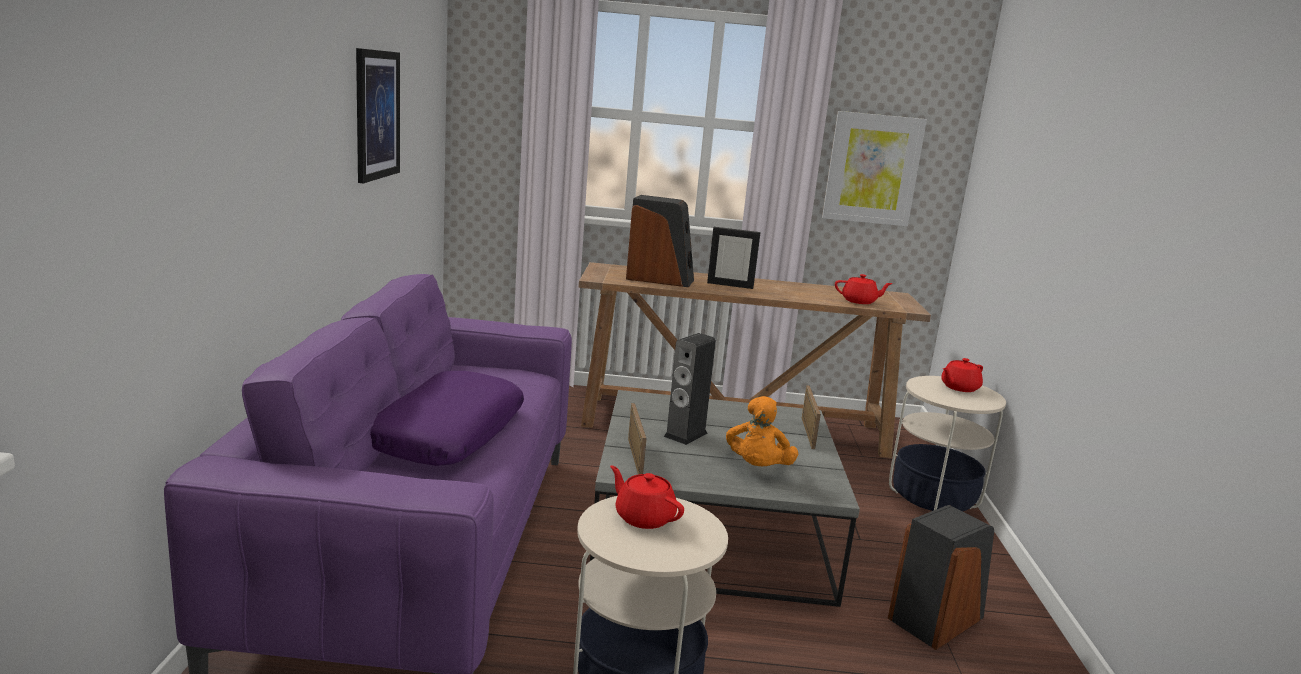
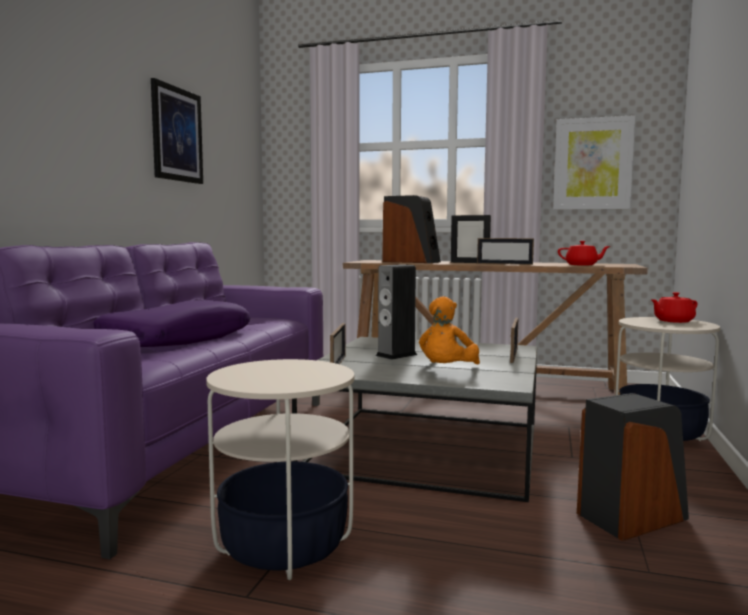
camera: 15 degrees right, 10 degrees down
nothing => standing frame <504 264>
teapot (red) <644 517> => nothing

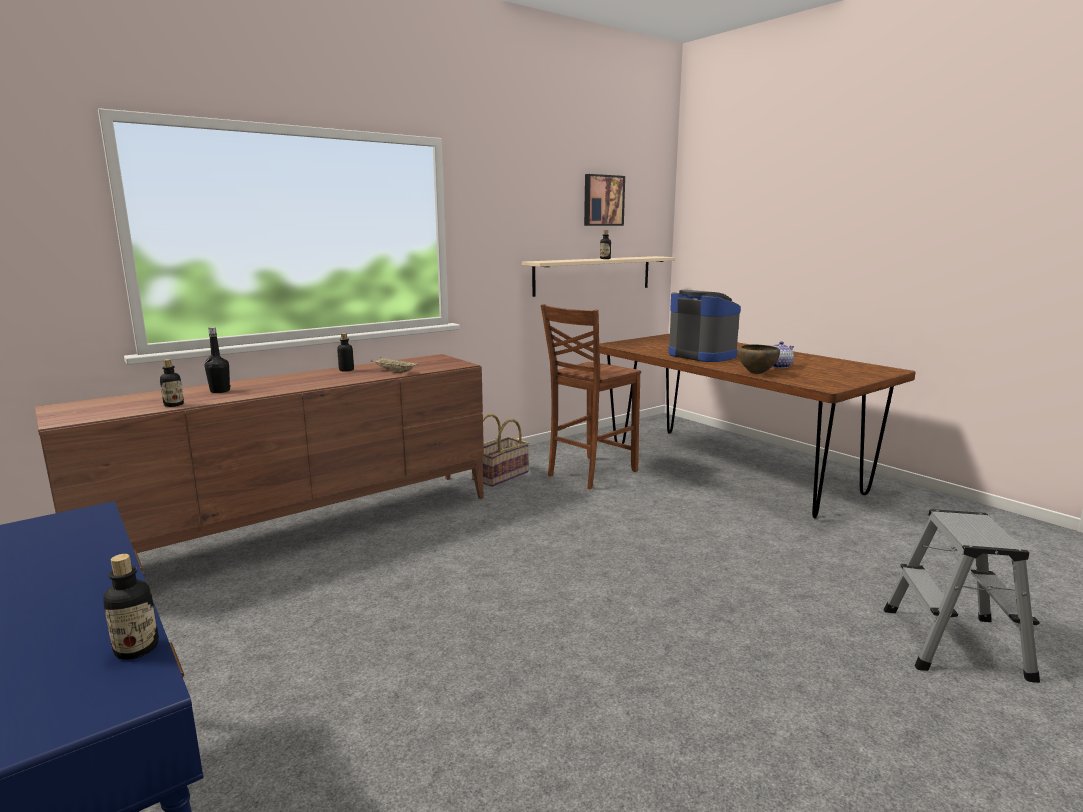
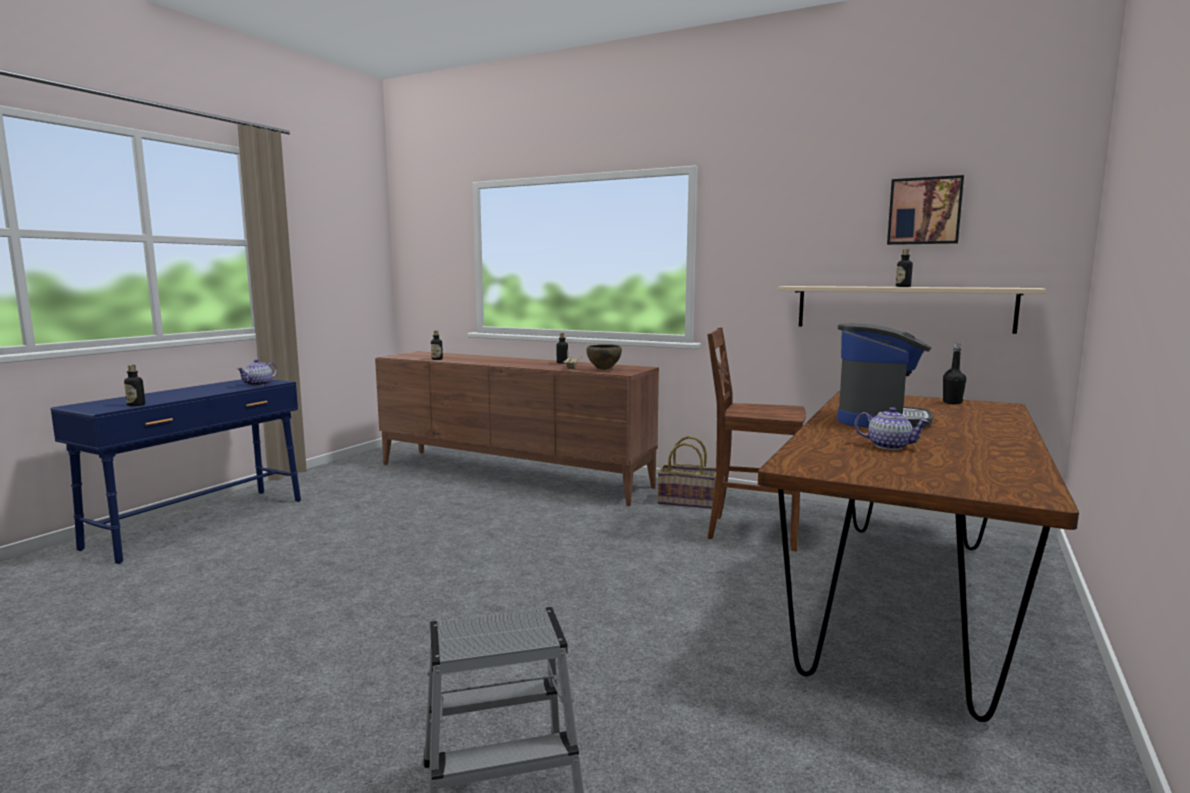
camera: 65 degrees right, 5 degrees down
nothing => teapot <258 384>
bowl (brownish) <756 373> => bowl (brownish) <603 369>, relocated
drink bottle (black) <220 391> => drink bottle (black) <952 403>, relocated

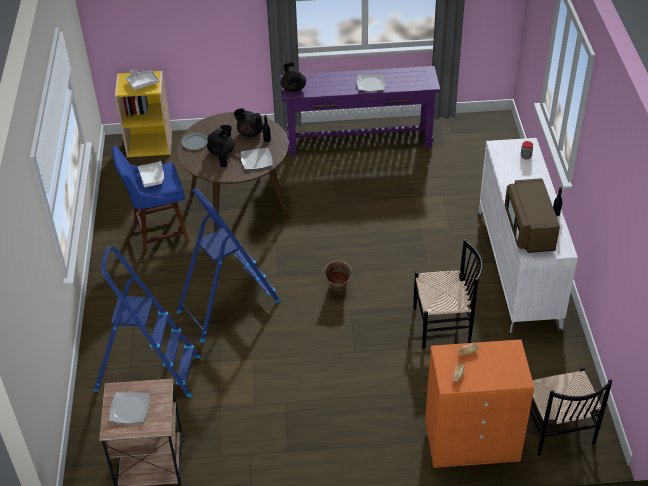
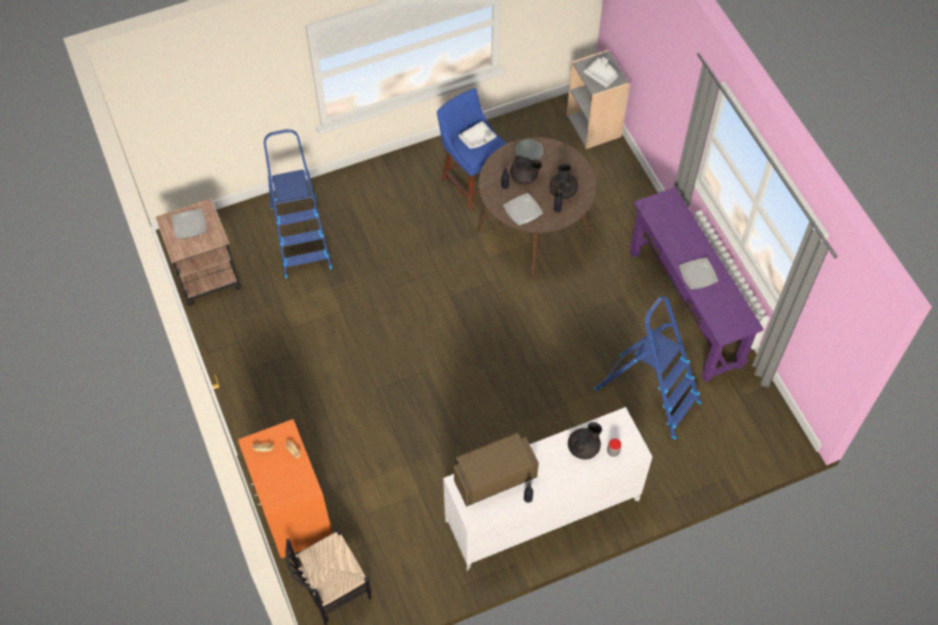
camera: 70 degrees right, 15 degrees up
bookcase (yellow-coloured) <150 144> => bookcase (greyish) <594 126>
teapot (black) <293 88> => teapot (black) <583 447>, relocated
step stool (blue) <229 306> => step stool (blue) <648 396>, relocated
water bucket (greenish) <337 290> => nothing
upright chair (black) <444 326> => nothing

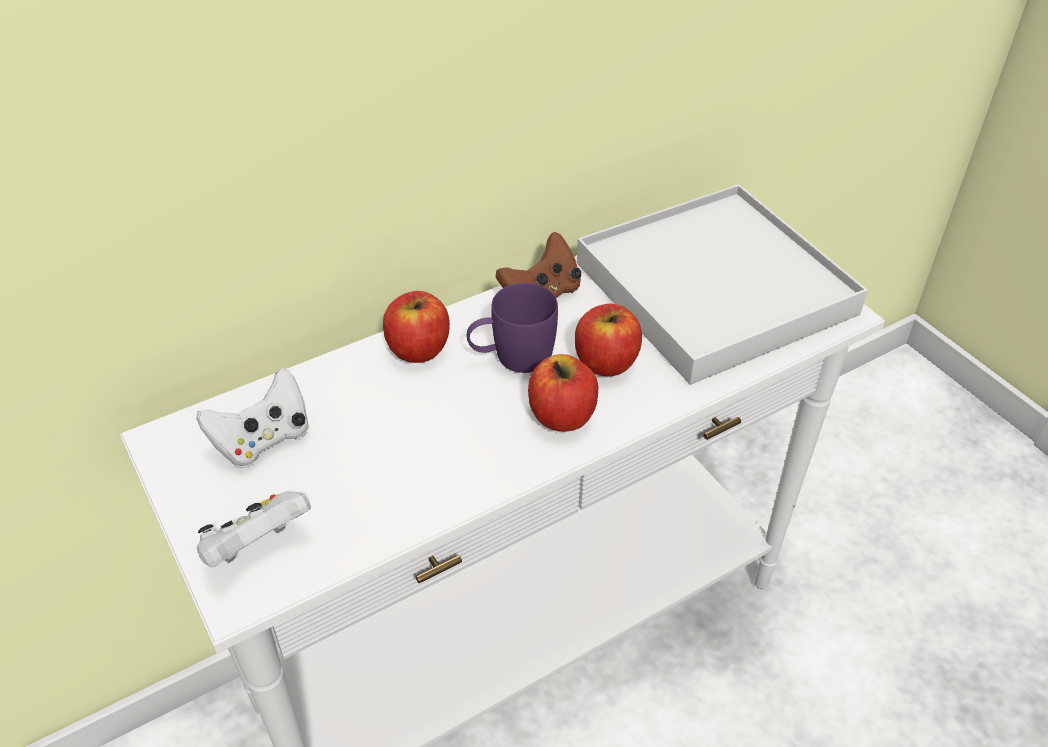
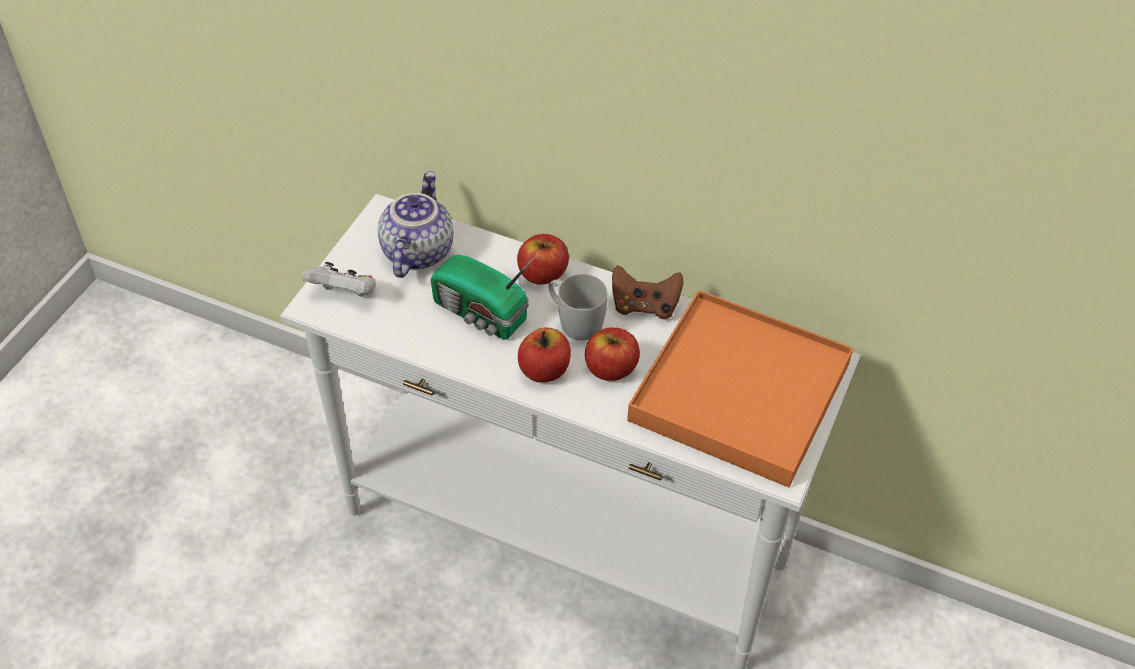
camera: 55 degrees right, 5 degrees up
game controller (white-coloured) <263 440> => teapot <416 251>
nothing => radio receiver <481 314>
mug (purplish) <512 357> => mug (white-coloured) <574 321>
carrying tray (white-coloured) <715 288> => carrying tray (orangey) <740 393>

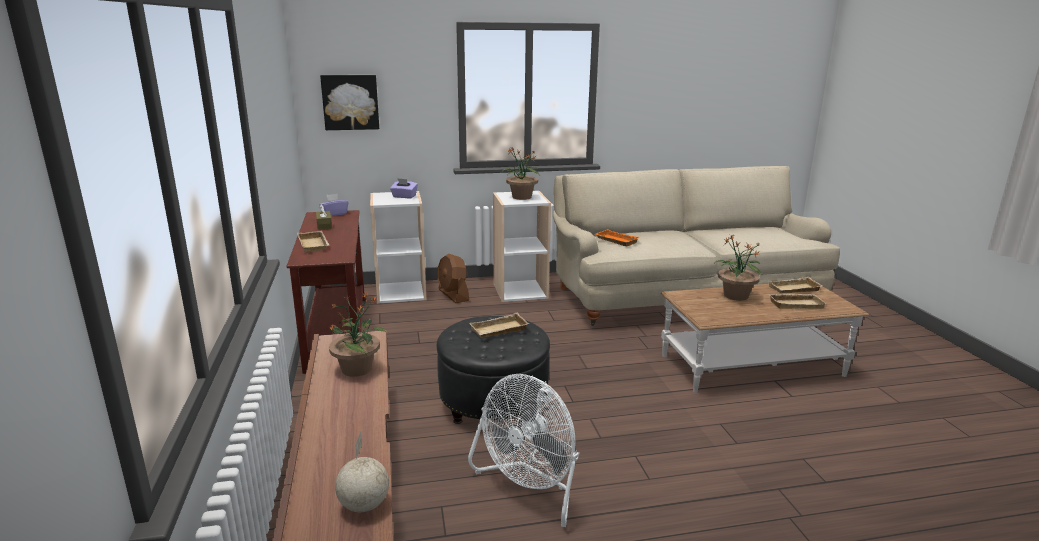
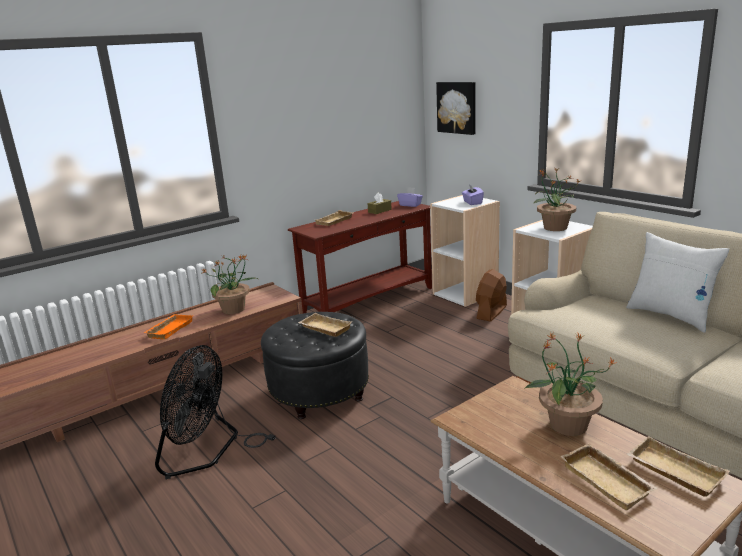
camera: 65 degrees right, 0 degrees up
carrying tray (orangey) <615 241> => carrying tray (orangey) <169 329>, relocated
electric fan (white-coloured) <530 484> => electric fan (black) <214 446>
nothing => cushion (greyish) <669 316>
world globe <363 506> => nothing

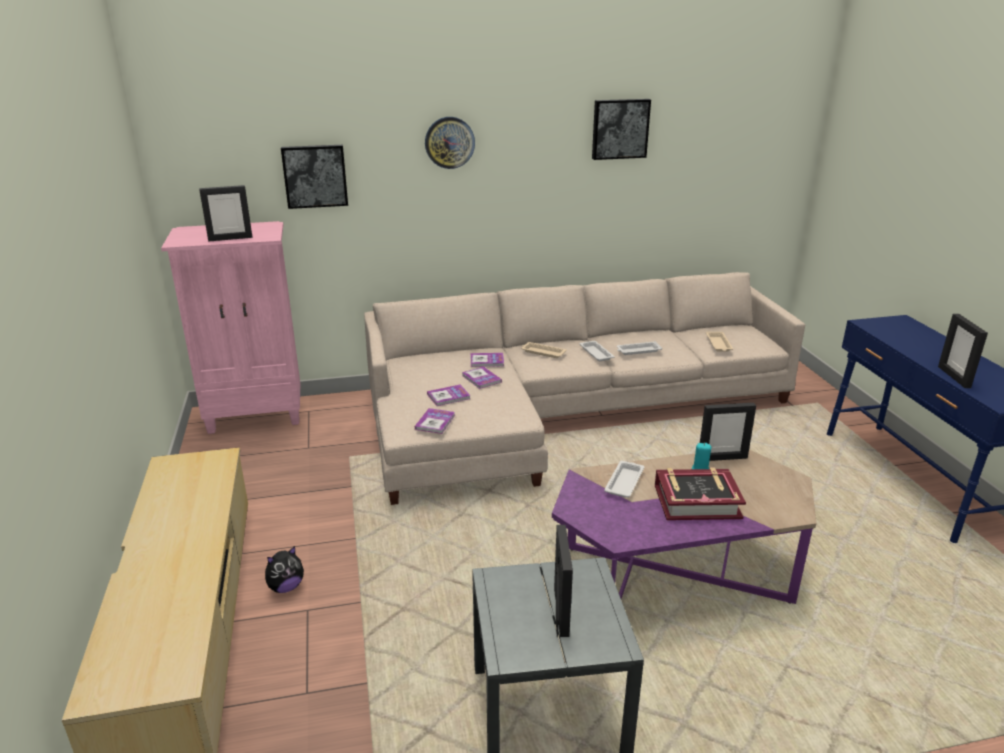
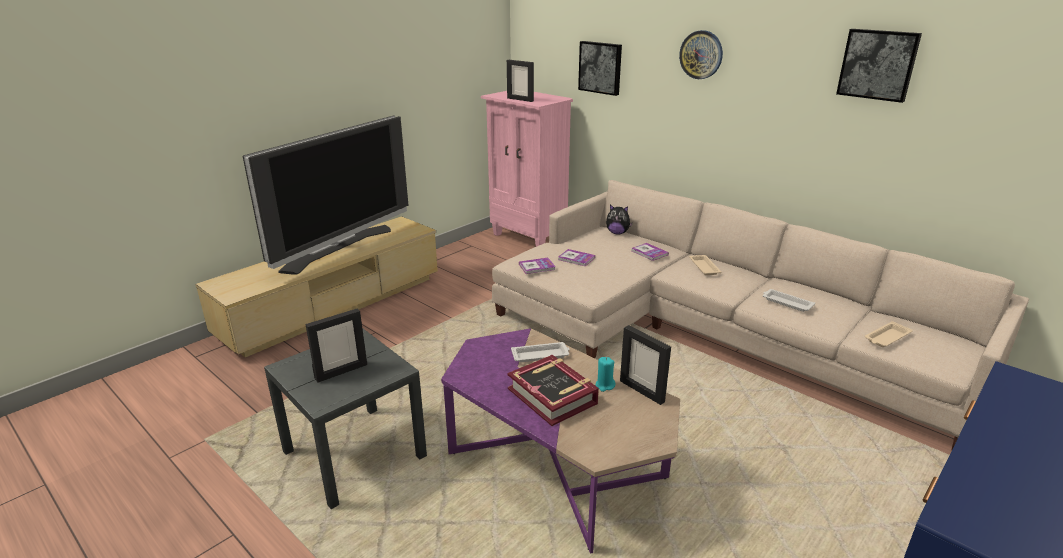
camera: 55 degrees right, 0 degrees up
nothing => TV <339 248>
soft toy <286 587> => soft toy <617 233>, relocated
book <481 379> => nothing
carrying tray (white-coloured) <595 353> => nothing
standing frame <955 377> => nothing

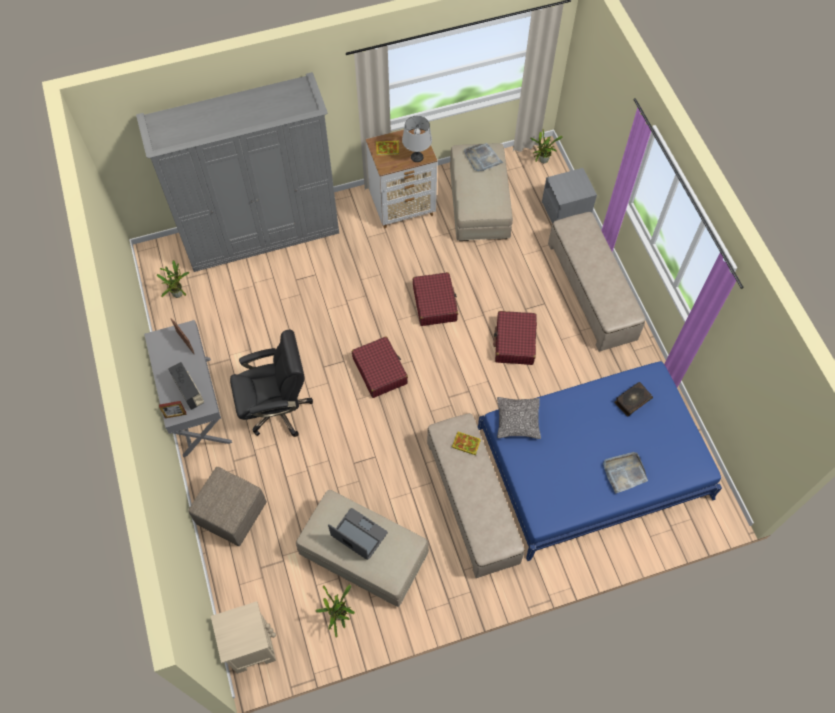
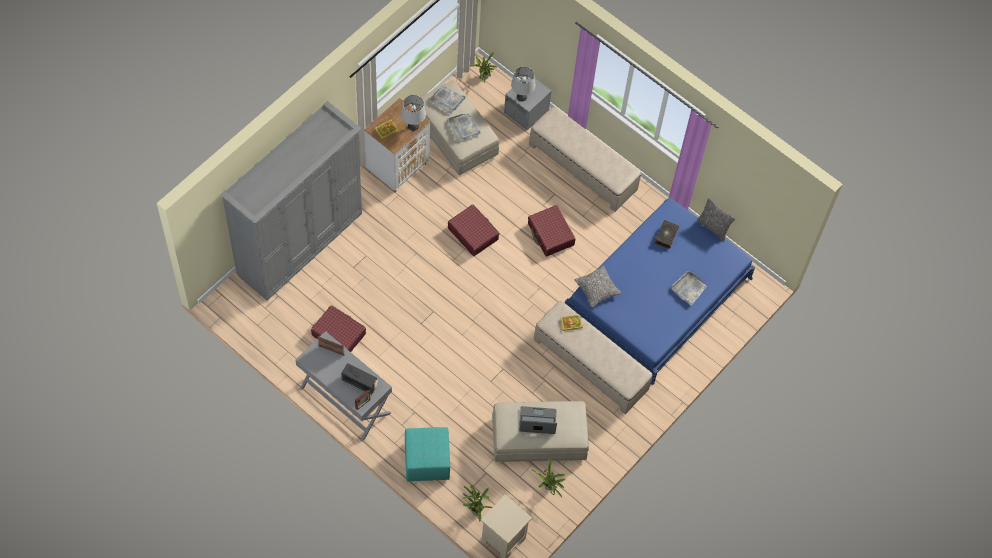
camera: 35 degrees left, 0 degrees up
suitcase (red) <380 371> => suitcase (red) <338 334>, relocated
footrest (beige) <232 514> => footrest (turquoise) <427 462>
nothing => carrying tray (greyish) <463 128>
plant in a pot <178 293> => plant in a pot <476 510>, relocated
nothing => tabletop lamp (greyish) <522 96>
nothing => cushion <713 227>
computer chair (black) <277 410> => nothing

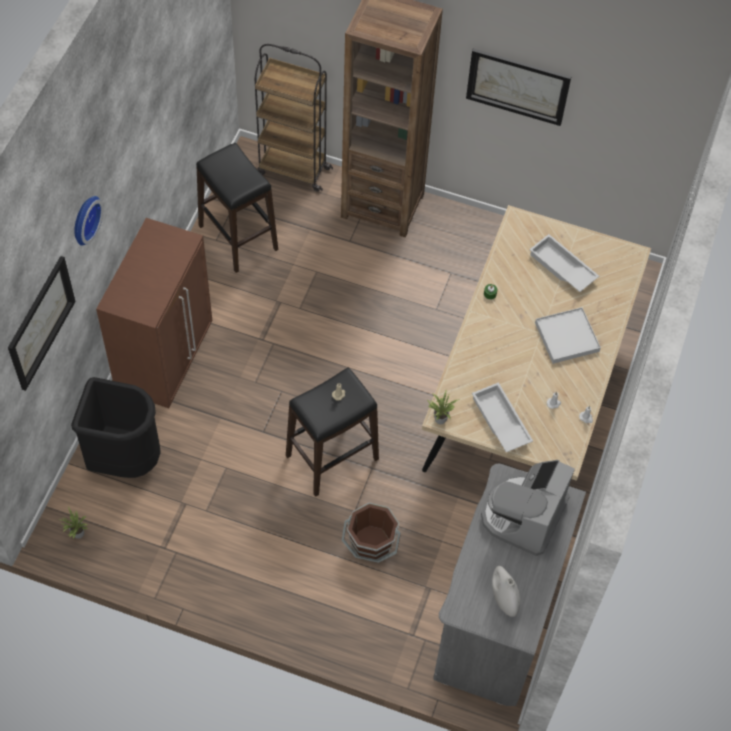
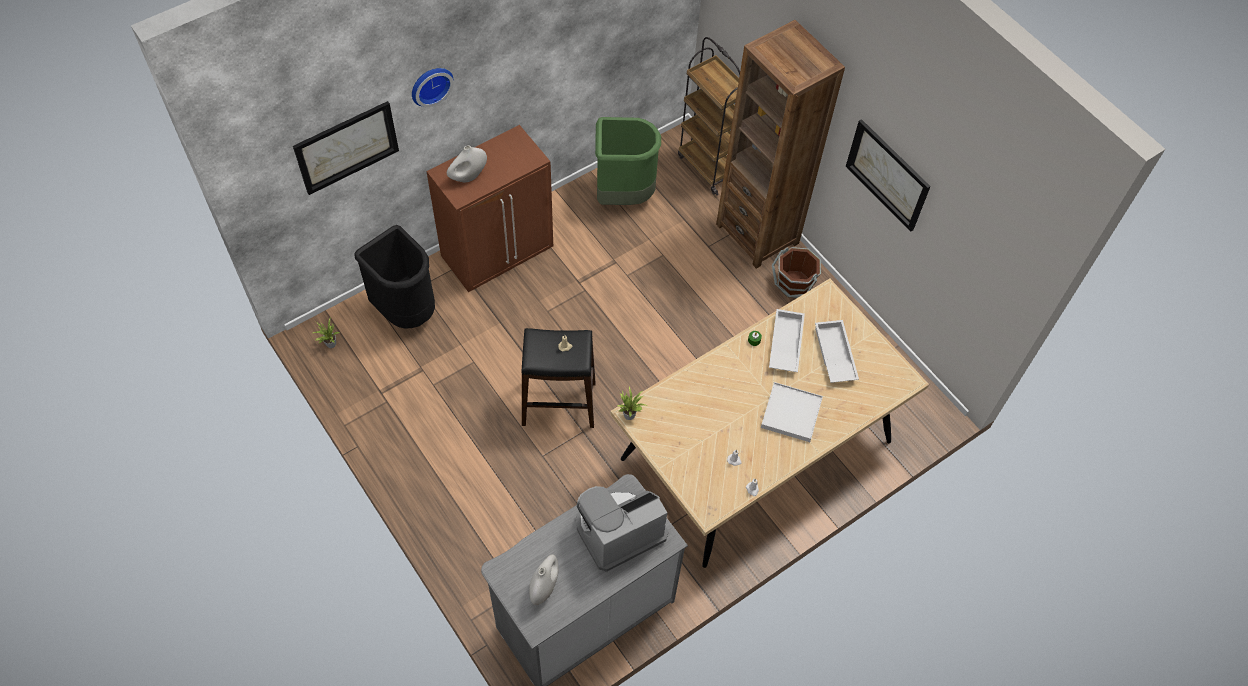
camera: 35 degrees right, 0 degrees up
nothing => decorative vase (white-coloured) <468 177>
stool (black) <237 237> => trash can (greenish) <623 195>
carrying tray (white-coloured) <499 421> => carrying tray (white-coloured) <784 344>, relocated
water bucket (brownish) <371 544> => water bucket (brownish) <794 284>, relocated

